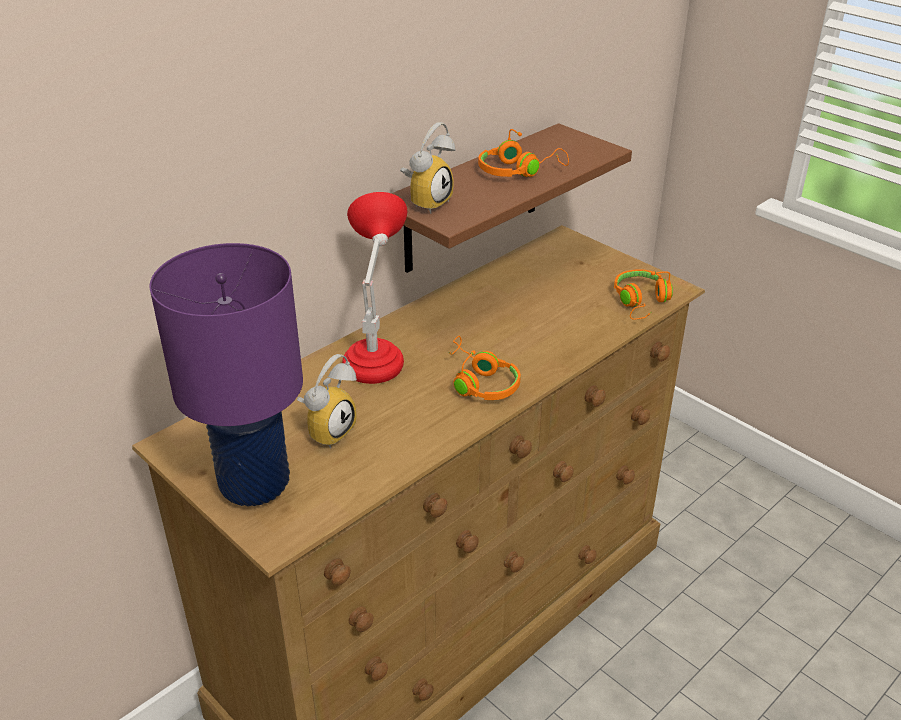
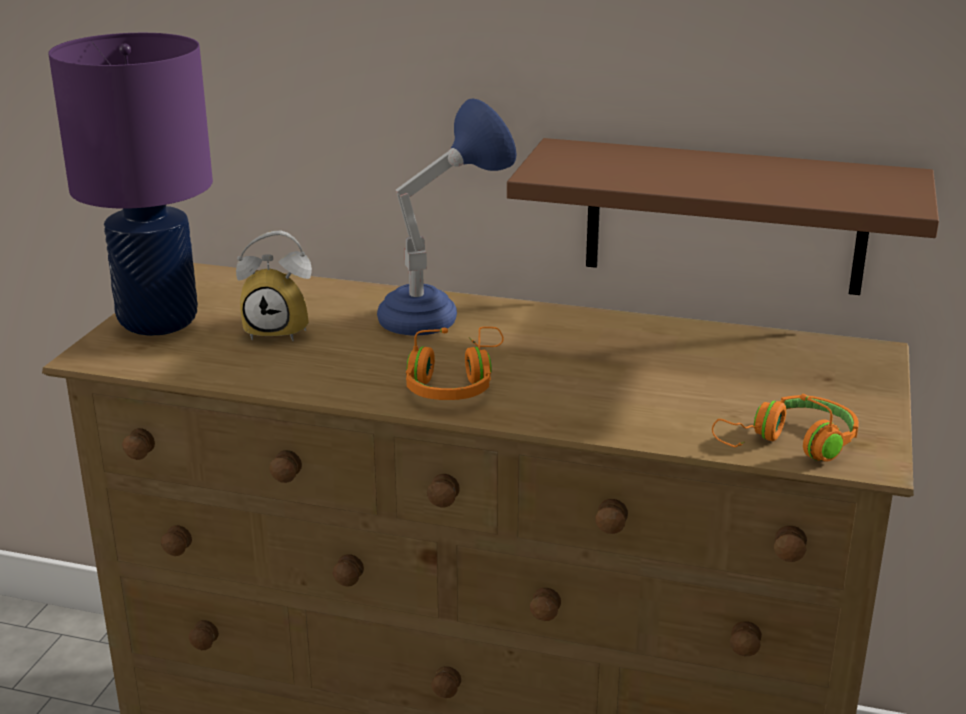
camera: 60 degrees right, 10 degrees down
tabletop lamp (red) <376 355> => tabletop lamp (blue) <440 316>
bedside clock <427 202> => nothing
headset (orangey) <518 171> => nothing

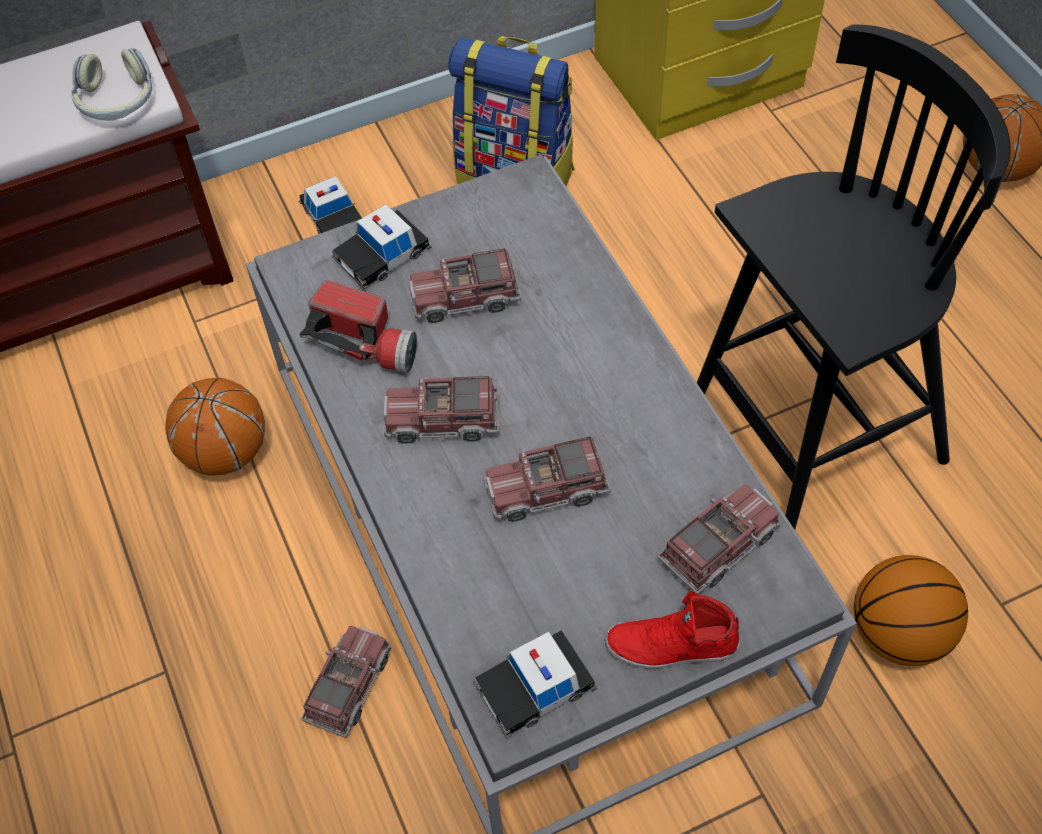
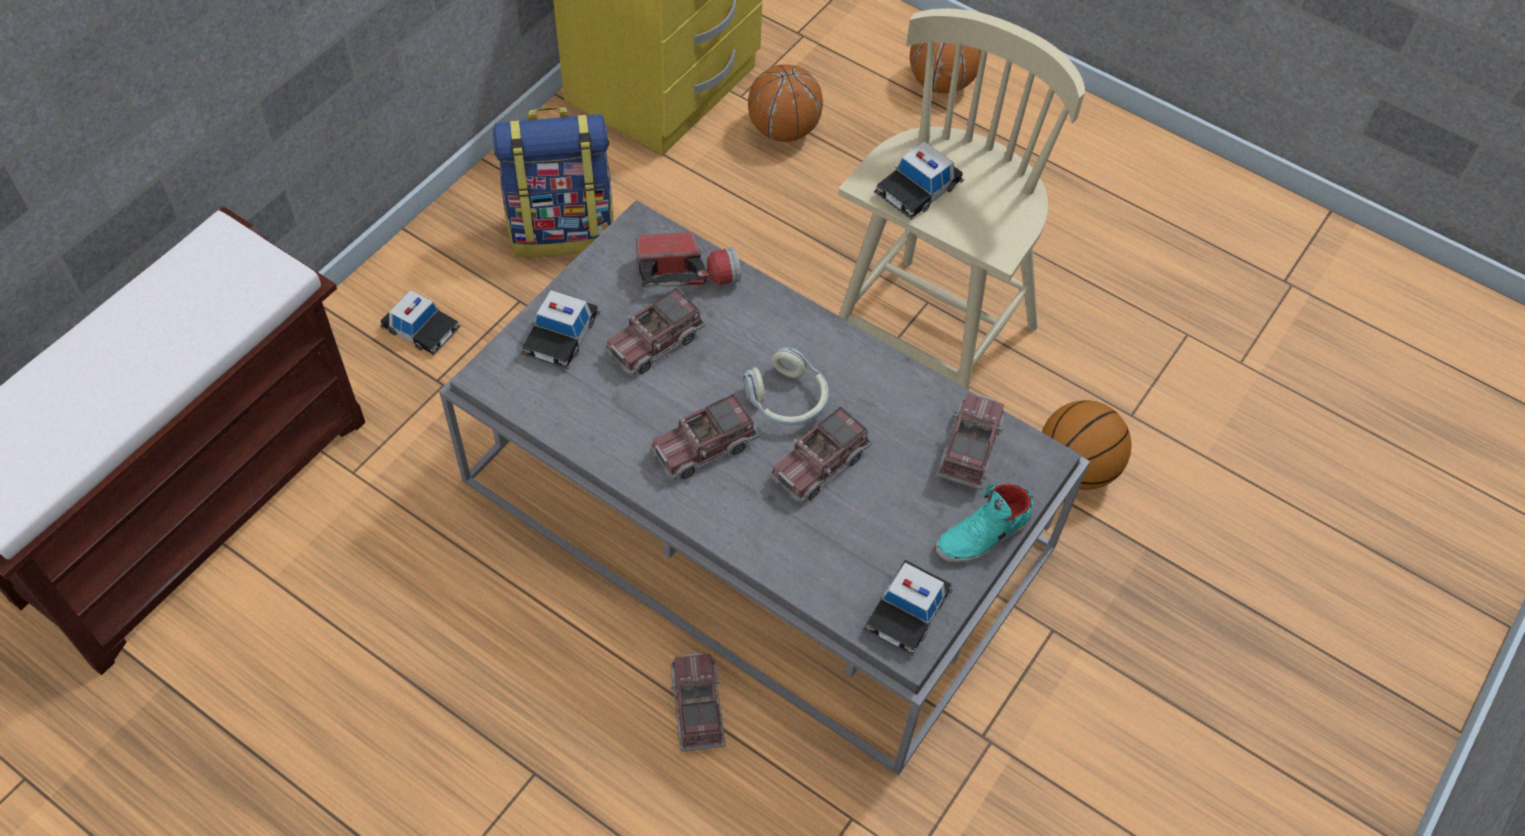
camera: 35 degrees left, 0 degrees up
flashlight <366 342> => flashlight <687 273>, relocated
headset <117 100> => headset <787 400>, relocated
basketball ball <225 453> => basketball ball <783 130>, relocated
stool (black) <808 436> => stool (beige) <927 350>
nothing => miniature car <918 189>
low shoe (red) <671 647> => low shoe (turquoise) <983 536>

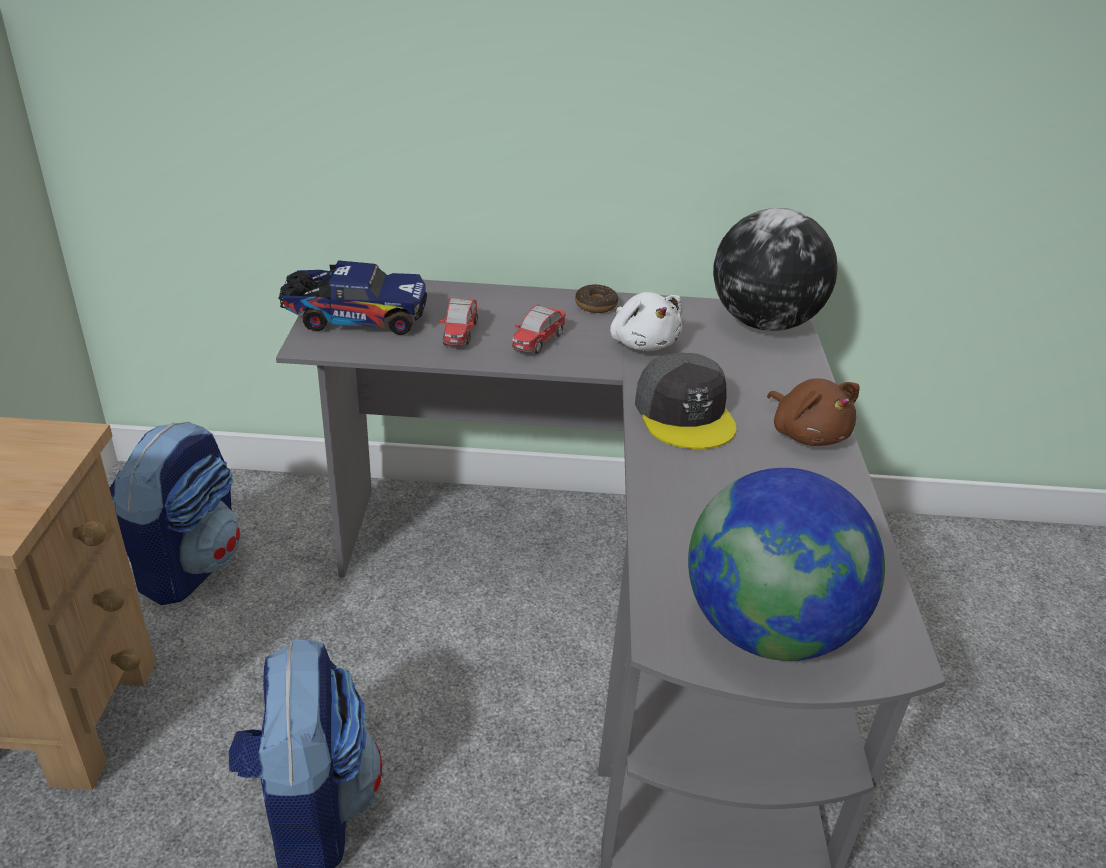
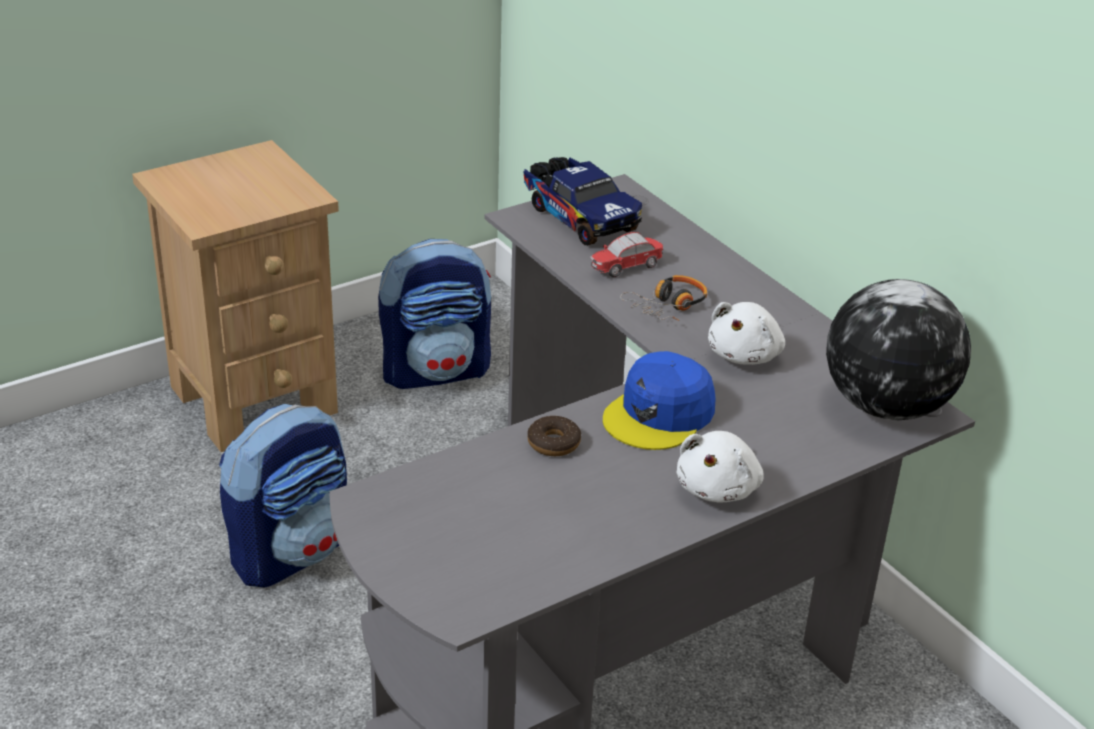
camera: 55 degrees right, 0 degrees up
ring doughnut <596 305> => ring doughnut <553 443>, relocated
peaked cap (greyish) <685 414> => peaked cap (blue) <660 414>
miniature car <538 342> => headset <668 306>
soft toy (brownish) <807 433> => soft toy (white-coloured) <719 488>
world globe <767 630> => nothing

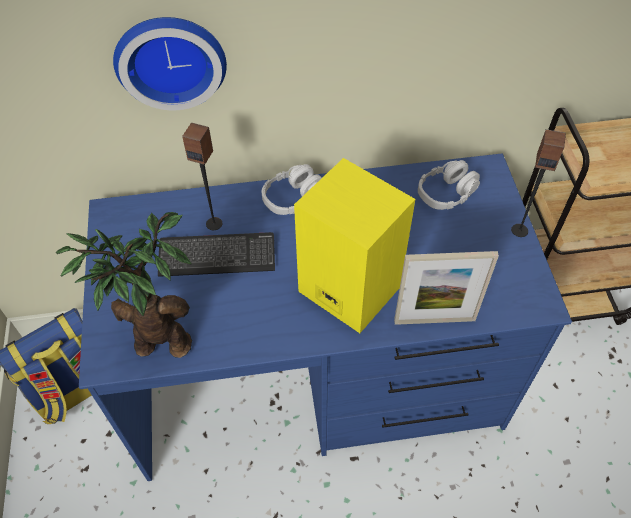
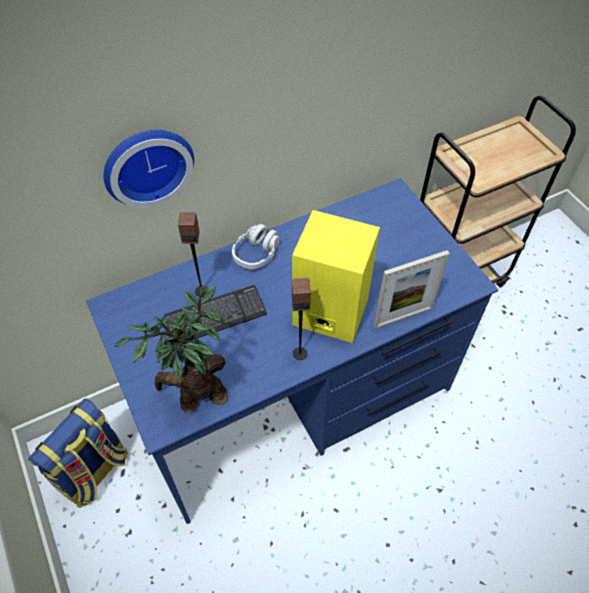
camera: 20 degrees left, 0 degrees up
loudspeaker <519 230> => loudspeaker <300 353>, relocated
headset (greyish) <446 193> => nothing

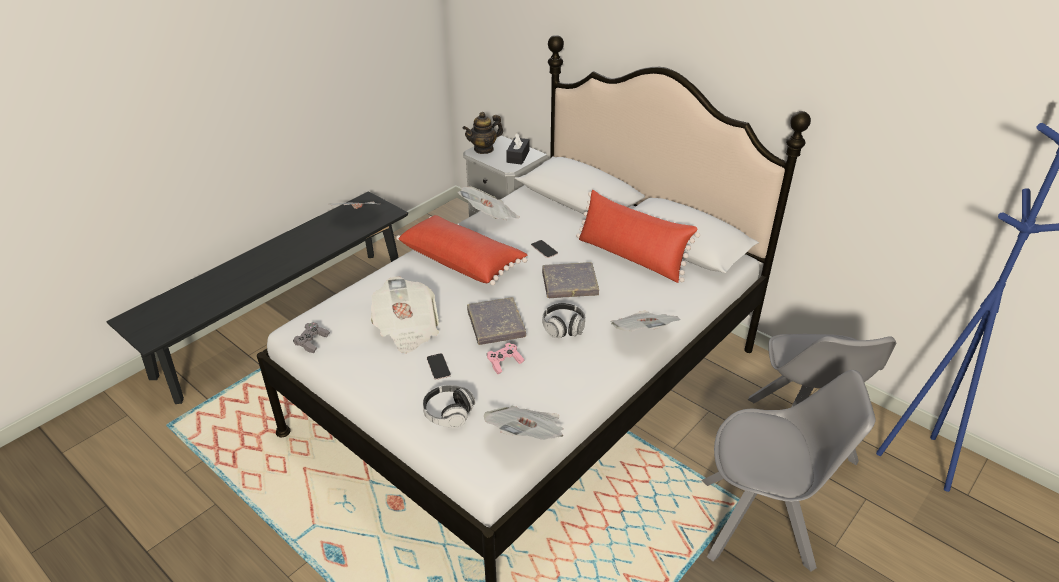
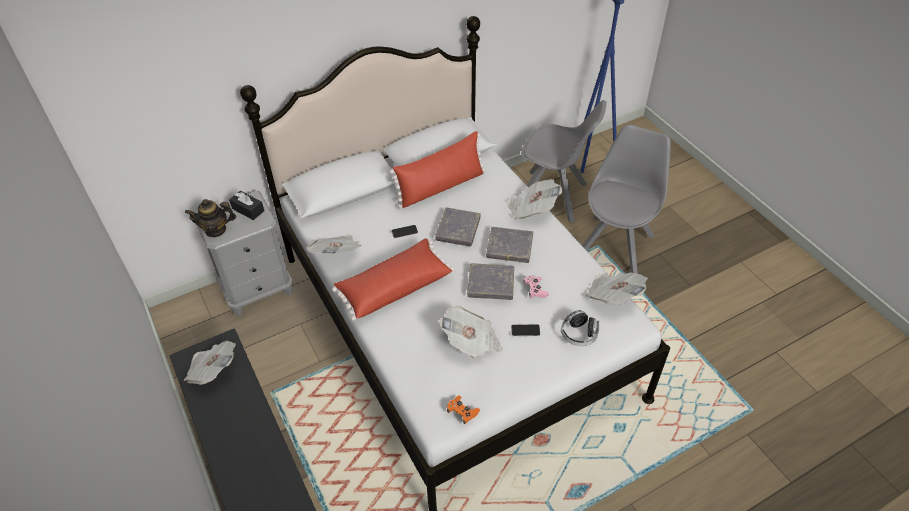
camera: 70 degrees left, 10 degrees up
teapot <484 149> => teapot <216 230>, 90 degrees clockwise
game controller (greyish) <312 342> => game controller (orangey) <462 412>
headset <563 328> => book (greyish) <509 247>

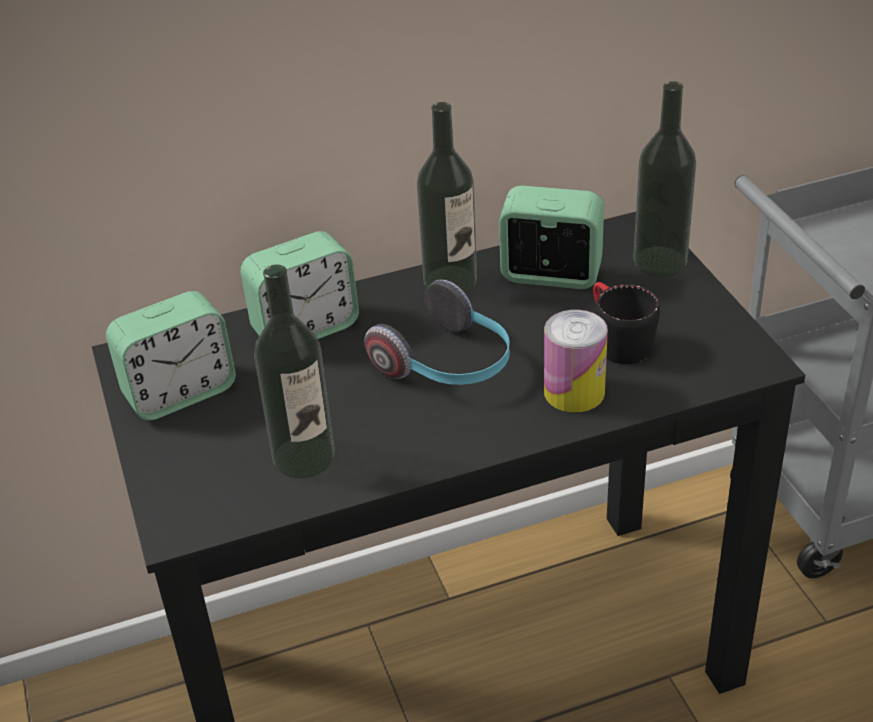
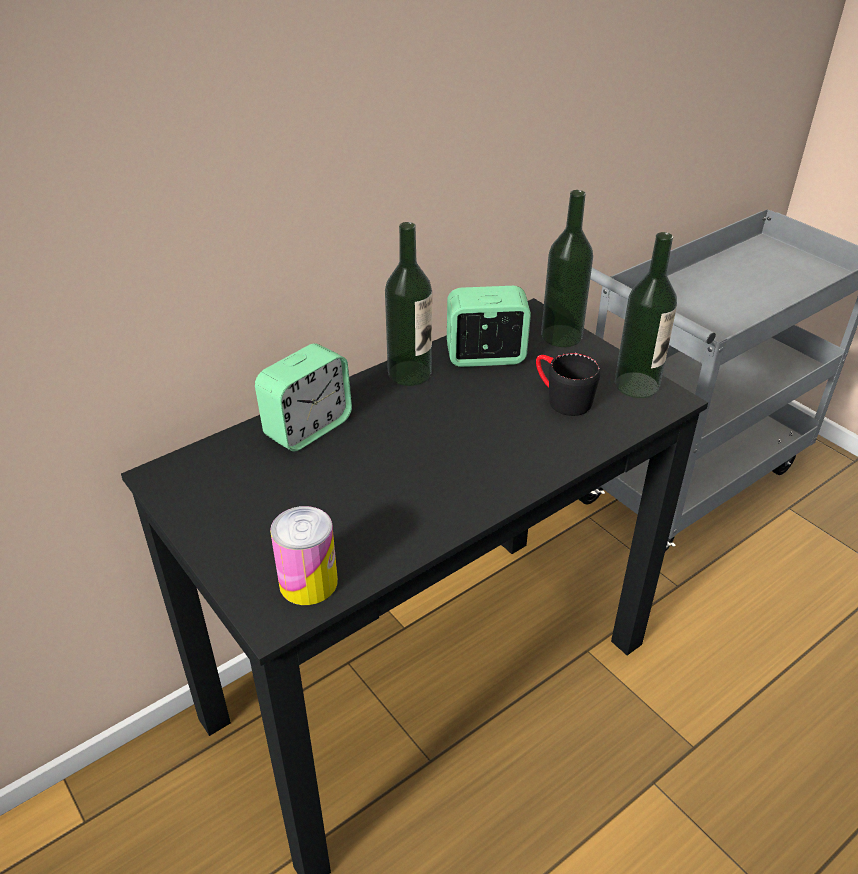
camera: 20 degrees left, 0 degrees up
metal can <574 392> => metal can <308 582>, relocated
drink bottle <304 457> => drink bottle <636 385>, relocated
bedside clock <180 393> => nothing
headset <448 364> => nothing

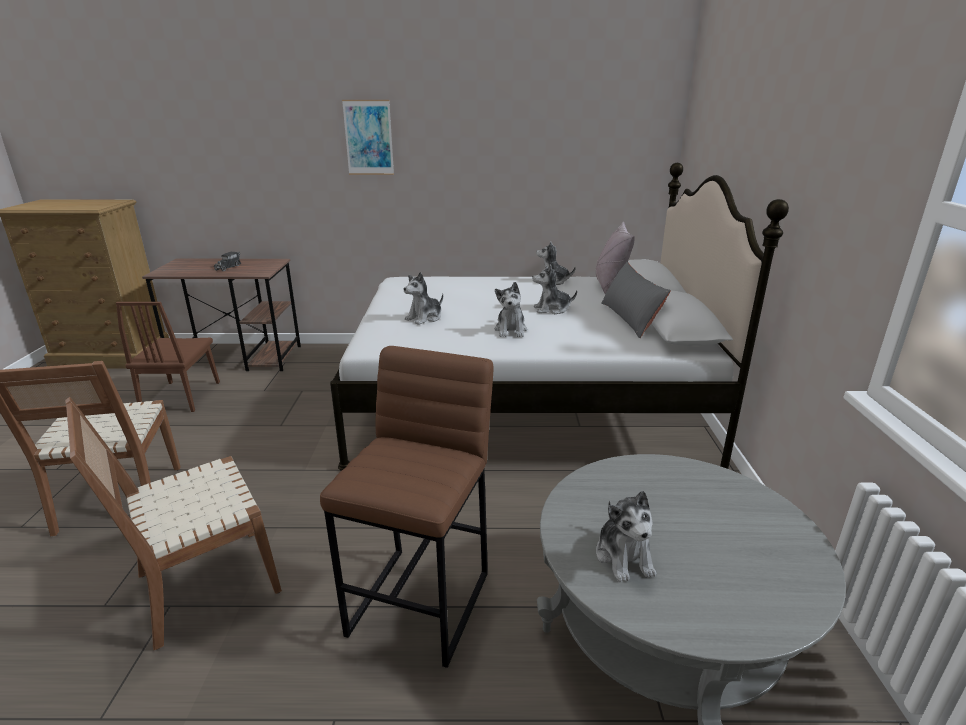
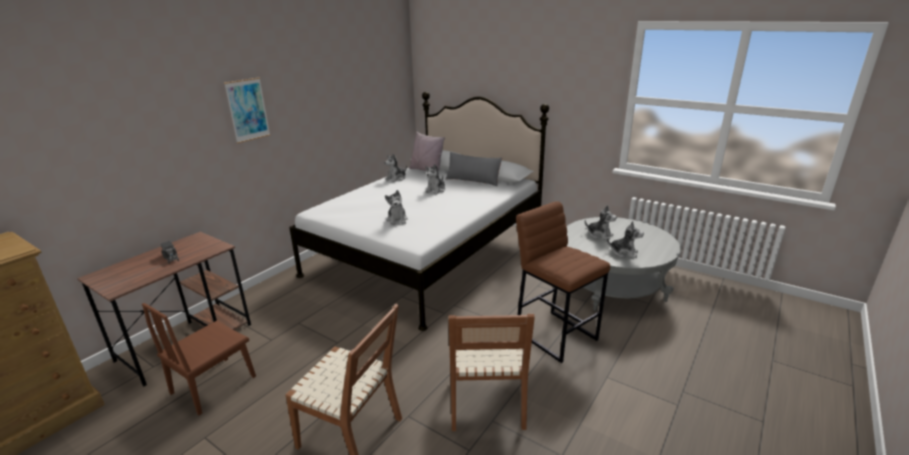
camera: 55 degrees left, 0 degrees up
upright chair (brownish) <181 396> => upright chair (brownish) <214 384>, 90 degrees clockwise
soft toy <511 330> => soft toy <599 235>, relocated

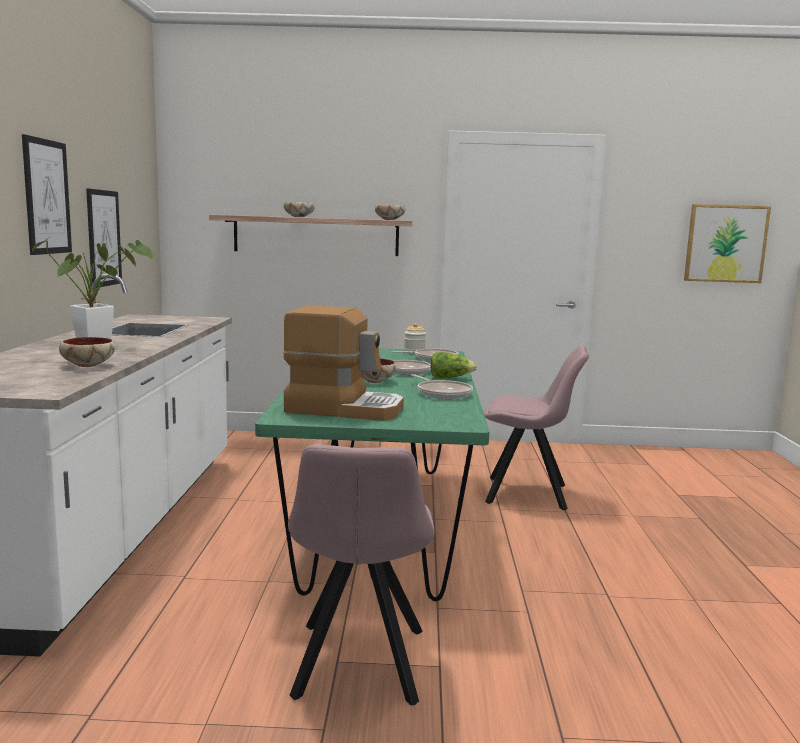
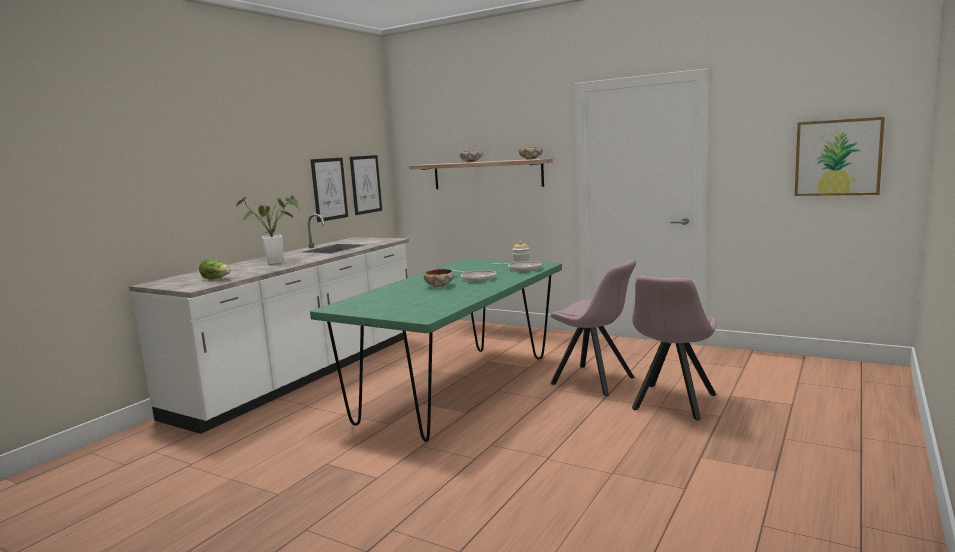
camera: 30 degrees right, 0 degrees up
lettuce head <450 378> => lettuce head <217 279>, relocated
wall picture <47 197> => wall picture <366 184>, relocated
upright chair (pink-coloured) <358 663> => upright chair (pink-coloured) <673 402>, relocated
bowl <87 365> => nothing
coffee brewer <344 408> => nothing
frying pan <442 393> => nothing

